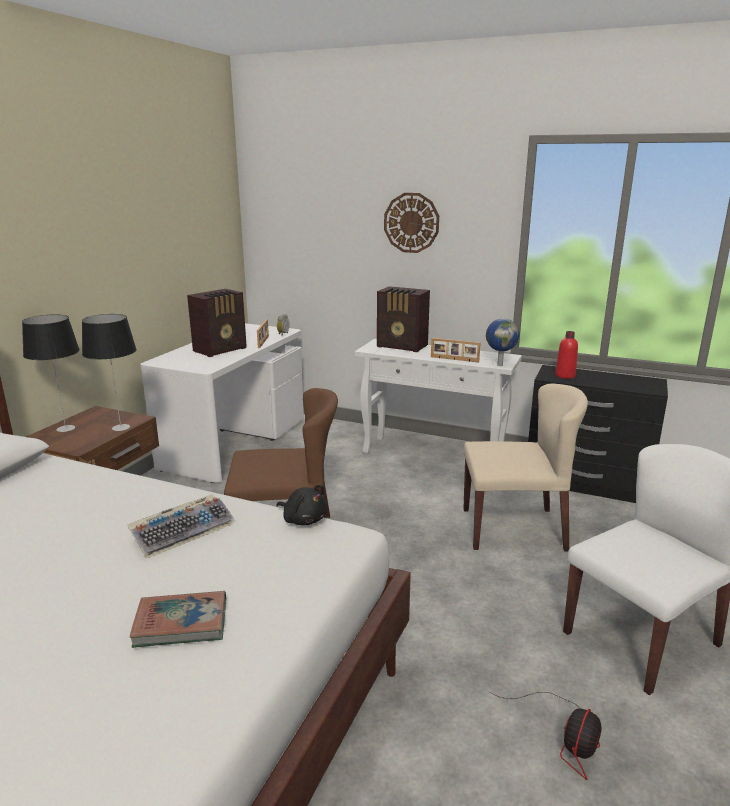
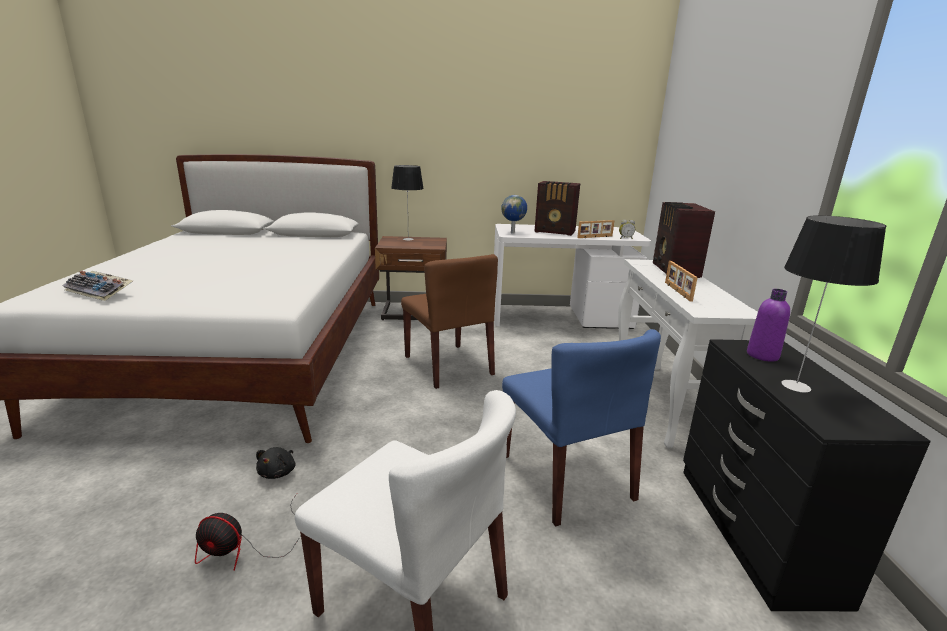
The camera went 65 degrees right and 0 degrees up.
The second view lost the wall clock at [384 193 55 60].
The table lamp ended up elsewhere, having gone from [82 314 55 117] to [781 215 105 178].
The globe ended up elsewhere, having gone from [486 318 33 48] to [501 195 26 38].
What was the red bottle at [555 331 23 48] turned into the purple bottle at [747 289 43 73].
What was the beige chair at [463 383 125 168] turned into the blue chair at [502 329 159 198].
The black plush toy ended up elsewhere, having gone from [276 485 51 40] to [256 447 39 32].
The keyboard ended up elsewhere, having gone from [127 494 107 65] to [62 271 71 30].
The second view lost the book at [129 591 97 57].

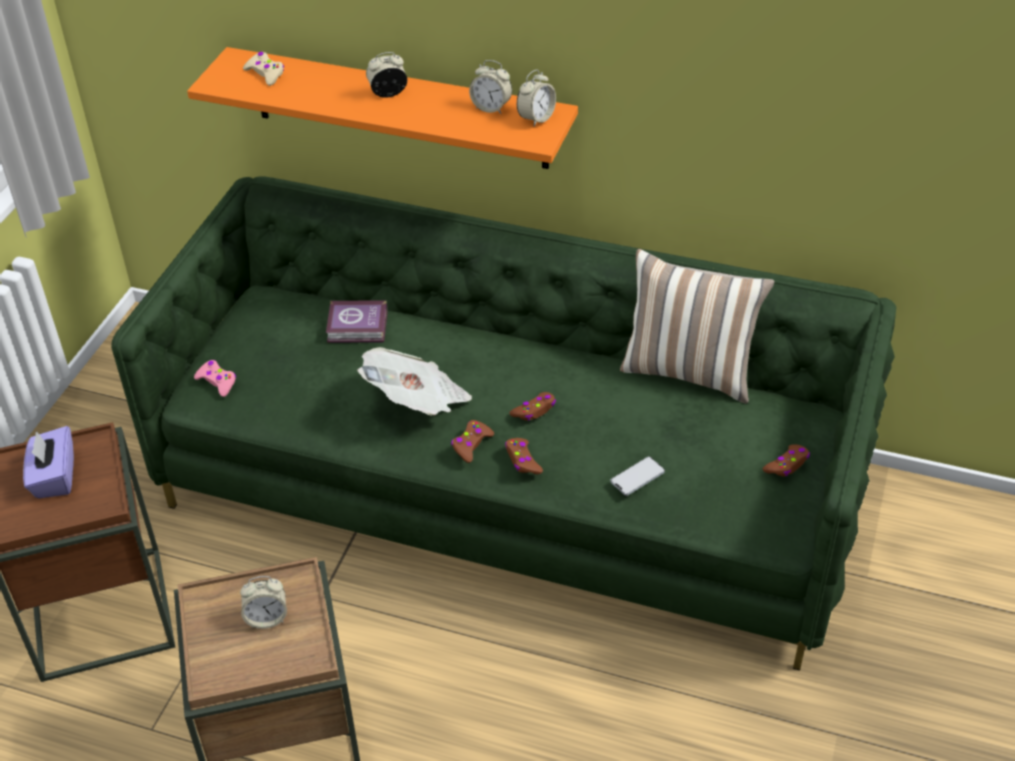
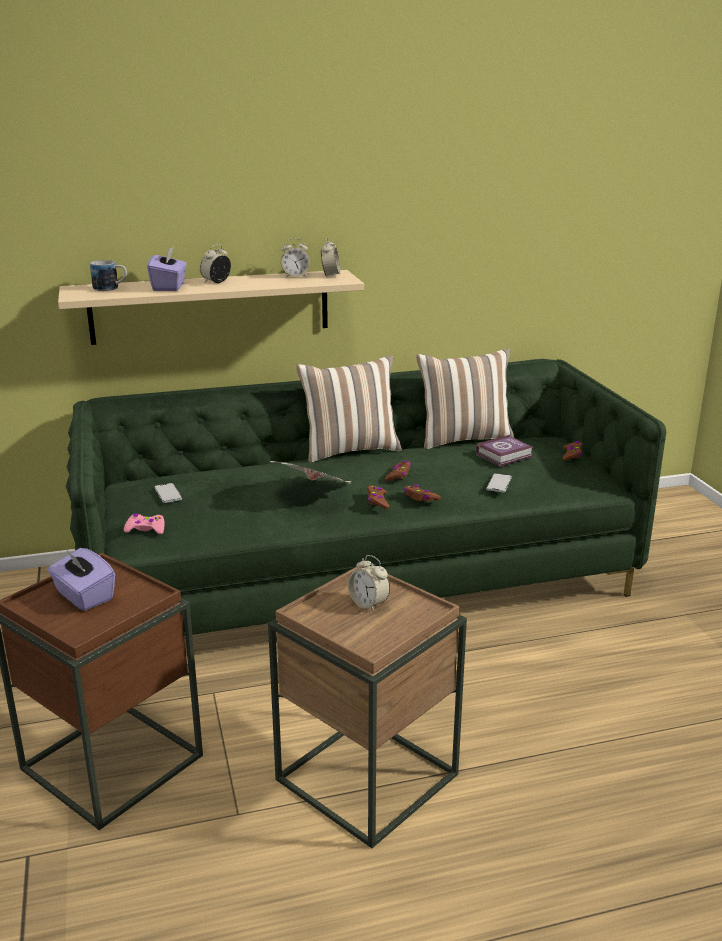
The camera went 35 degrees left and 20 degrees down.
What was the orange shelf at [187 47 391 122] turned into the beige shelf at [58 270 306 75].
Where the beige game controller stood at [243 52 41 34], the mug came to stand at [90 260 37 31].
The book ended up elsewhere, having gone from [326 300 62 43] to [476 435 57 32].
The alarm clock at [240 576 47 53] ended up facing another way, 90 degrees clockwise from before.
The second view gained the purple tissue box at [147 246 40 45].
The second view gained the pillow at [296 355 106 107].
The second view gained the phone at [154 483 28 20].

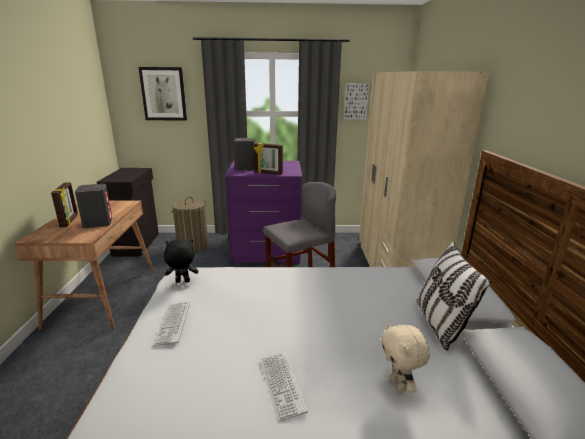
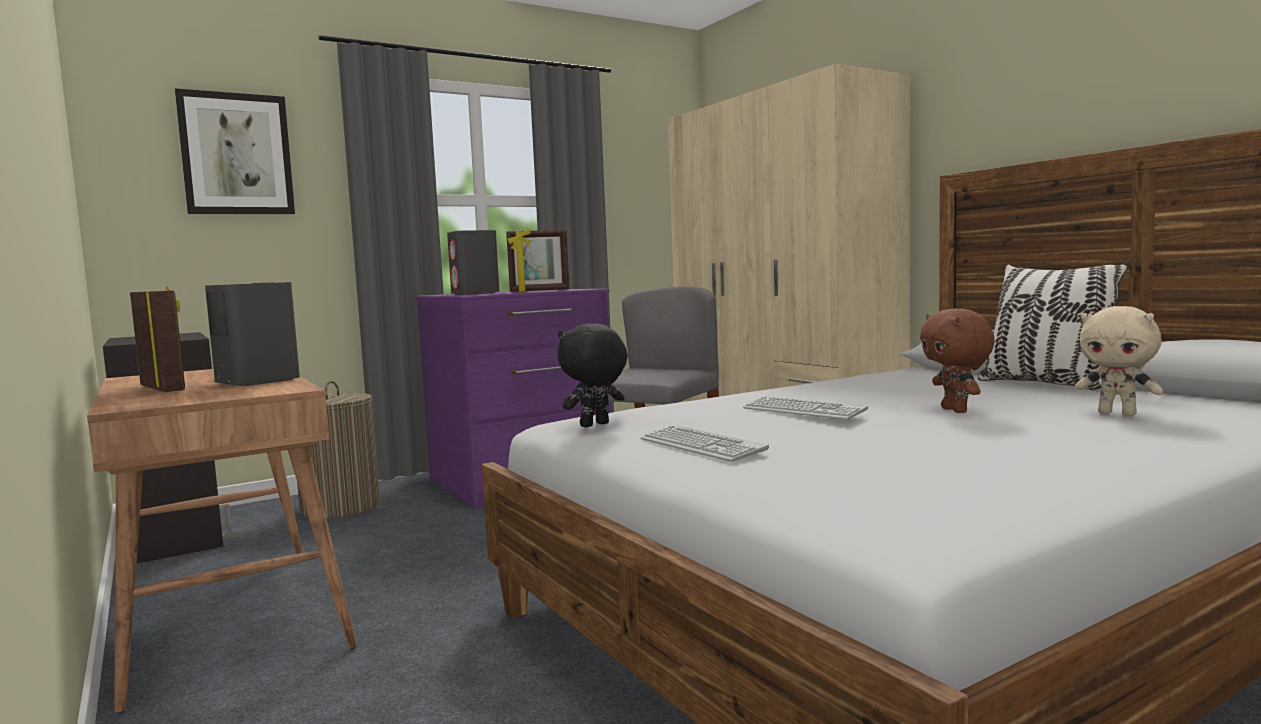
The camera went 30 degrees left and 15 degrees down.
The second view lost the picture at [344 83 25 36].
The keyboard ended up elsewhere, having gone from [260 352 48 70] to [743 396 125 24].
The second view gained the brown plush toy at [920 308 75 105].

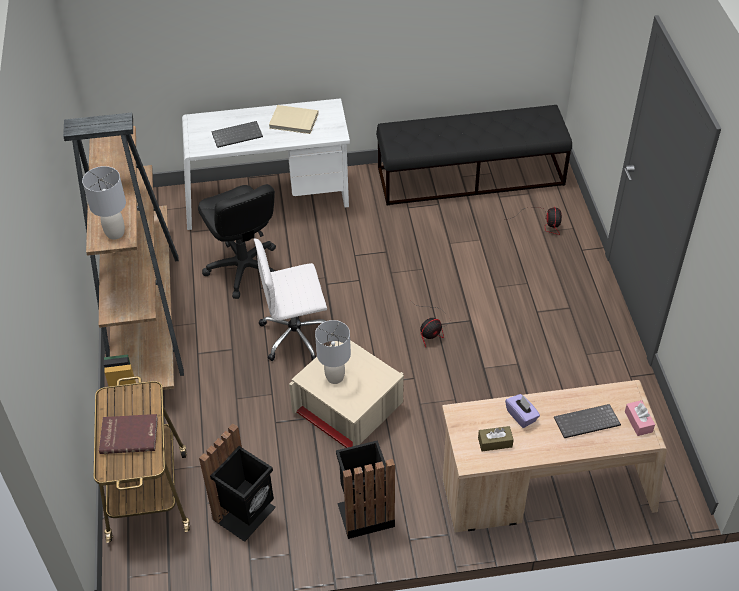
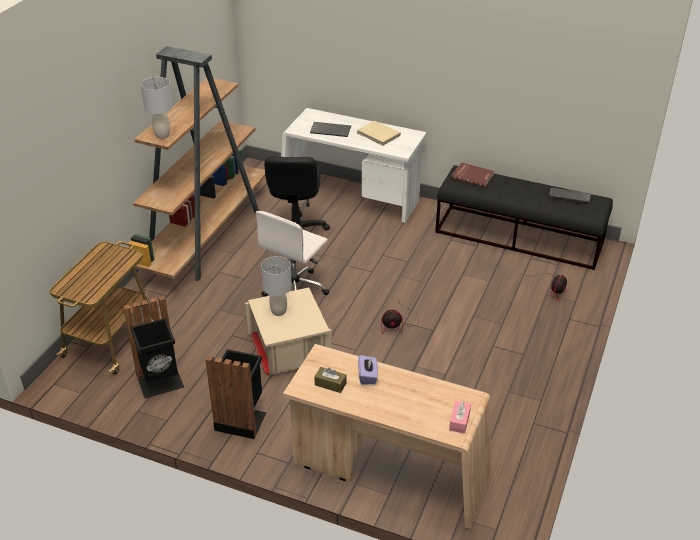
The camera went 30 degrees right and 10 degrees down.
The white office chair at [254 239 73 122] ended up facing another way, 75 degrees counterclockwise from before.
The keyboard ended up elsewhere, having gone from [554 404 67 34] to [549 187 42 16].
The red book ended up elsewhere, having gone from [99 414 59 40] to [451 163 43 24].

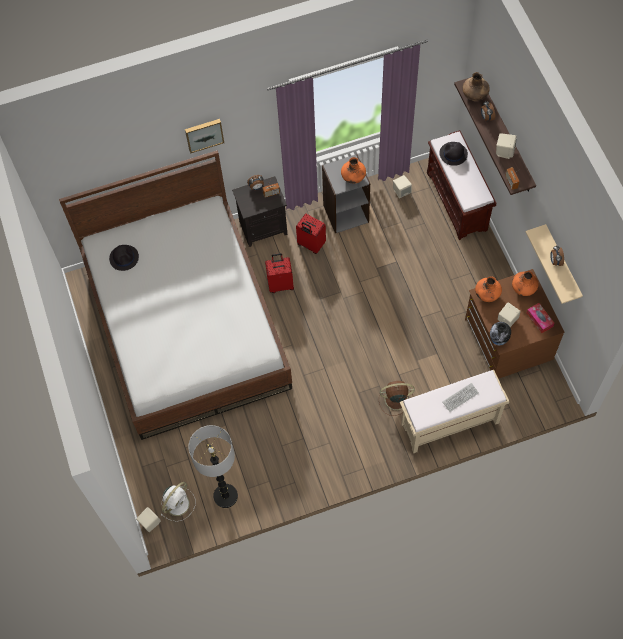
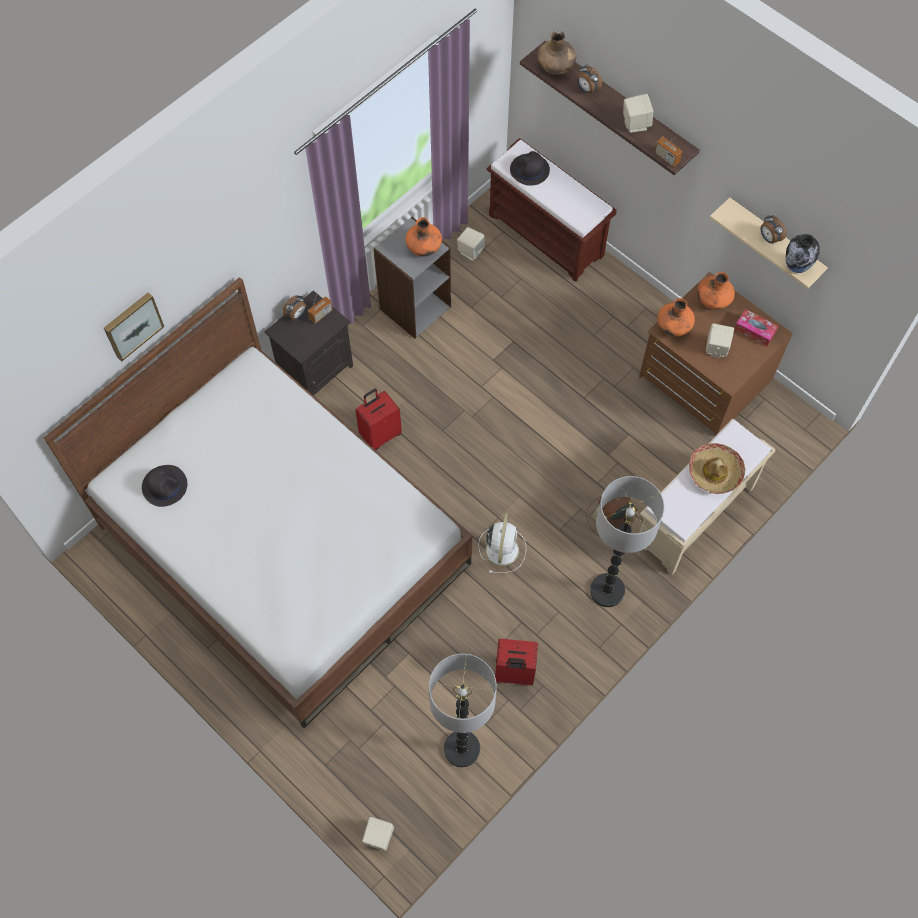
The camera went 30 degrees left and 0 degrees up.
The picture ended up elsewhere, having gone from [185 119 39 35] to [104 292 60 70].
The red suitcase ended up elsewhere, having gone from [296 213 30 41] to [495 639 43 47].
The vase ended up elsewhere, having gone from [490 322 21 24] to [785 234 35 39].
Where the keyboard stood at [442 383 37 29], the hat came to stand at [689 443 56 51].
The white fan ended up elsewhere, having gone from [160 482 36 40] to [478 513 48 60].
The second view gained the floor lamp at [590 476 75 131].

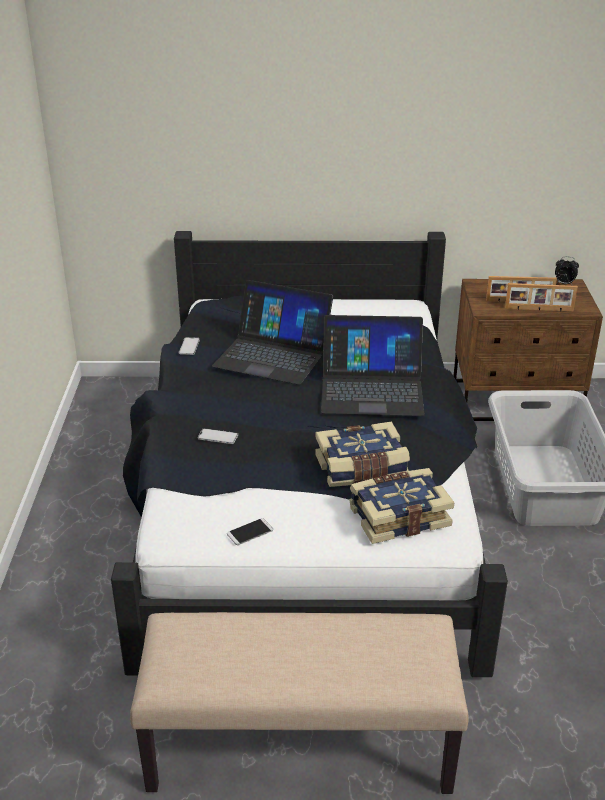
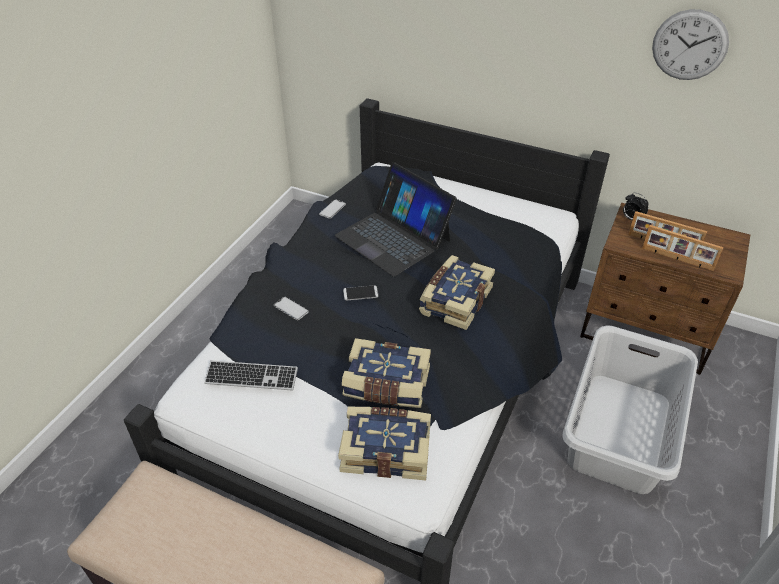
The camera went 25 degrees right and 10 degrees up.
The alarm clock ended up elsewhere, having gone from [555 256 24 28] to [623 192 25 28].
Where the laptop stood at [321 315 104 101], the book came to stand at [419 255 76 75].
The phone ended up elsewhere, having gone from [227 518 46 27] to [343 285 35 16].
The second view gained the wall clock at [652 9 77 71].
The second view gained the keyboard at [204 360 94 31].

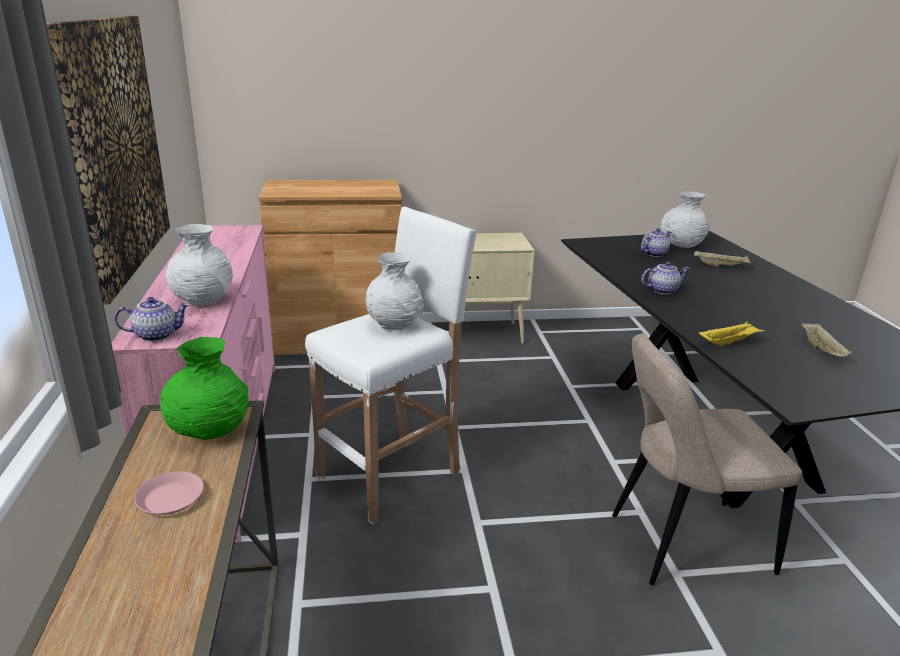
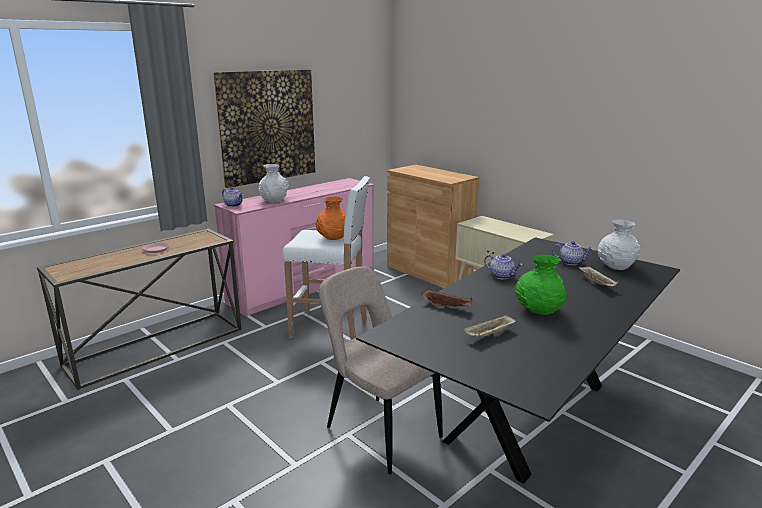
The camera went 55 degrees right and 5 degrees down.
What was the white vase at [365 252 59 78] turned into the orange vase at [316 197 29 43].
What was the yellow tray at [699 321 67 26] turned into the brown tray at [421 289 52 18].
The green vase ended up elsewhere, having gone from [160 337 89 103] to [515 254 52 61].

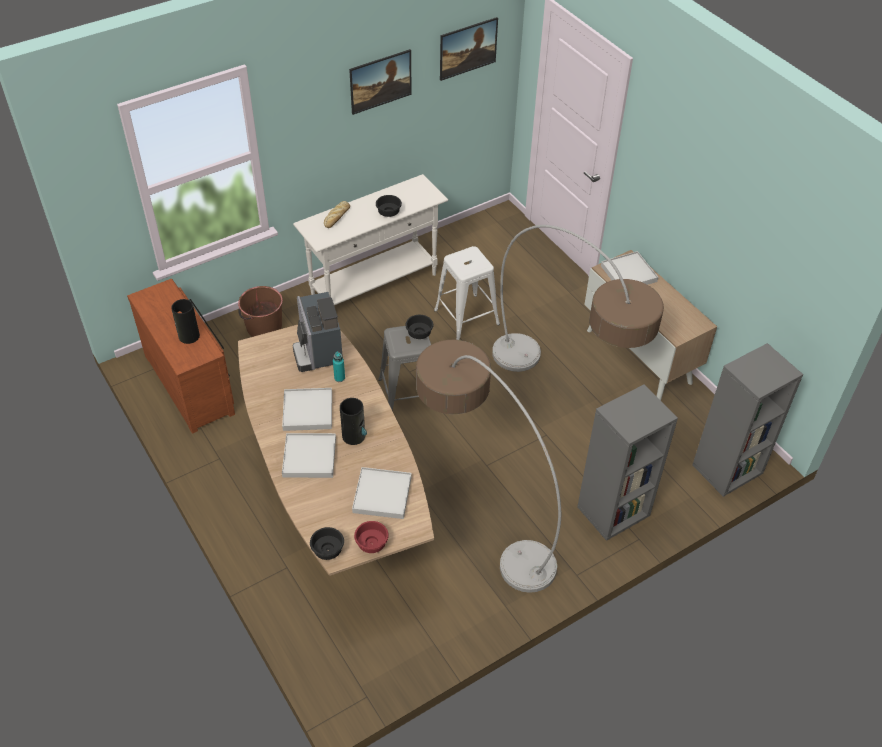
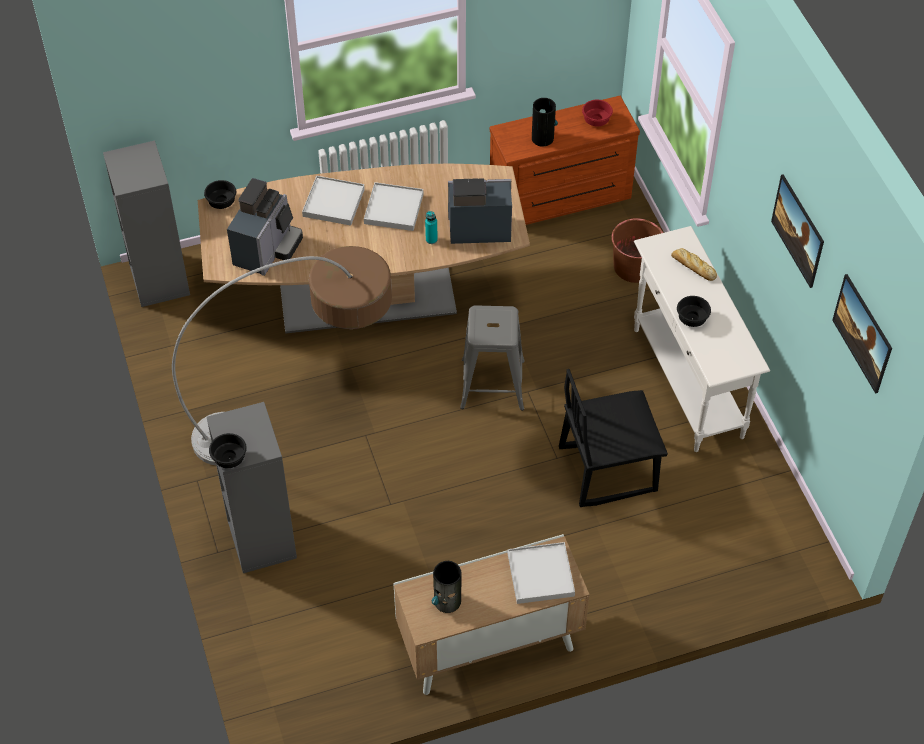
The camera went 105 degrees right and 5 degrees up.
The second view lost the floor lamp at [492 225 172 147].
Where the white stool stood at [434 246 66 94], the black chair came to stand at [559 369 109 138].
The black bowl ended up elsewhere, having gone from [405 315 28 24] to [209 433 38 35].
The grey bookcase ended up elsewhere, having gone from [692 343 111 154] to [103 141 87 166].
The vase ended up elsewhere, having gone from [340 398 27 47] to [432 561 29 52].
Where the white tray stood at [352 467 59 52], the coffee machine came to stand at [227 178 76 98].
The red bowl ended up elsewhere, having gone from [354 521 35 32] to [582 100 31 26].

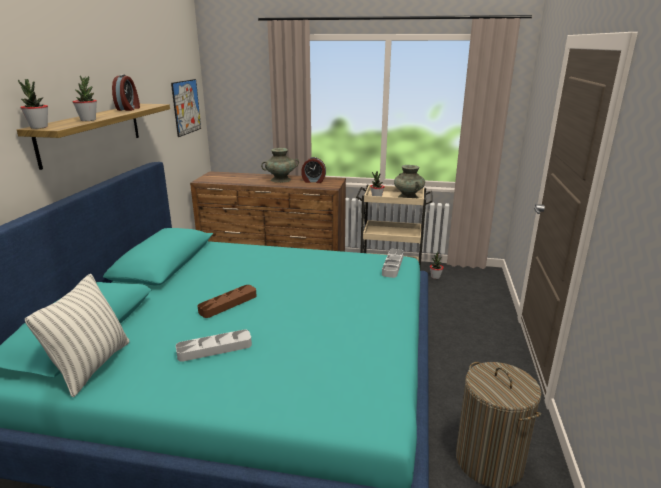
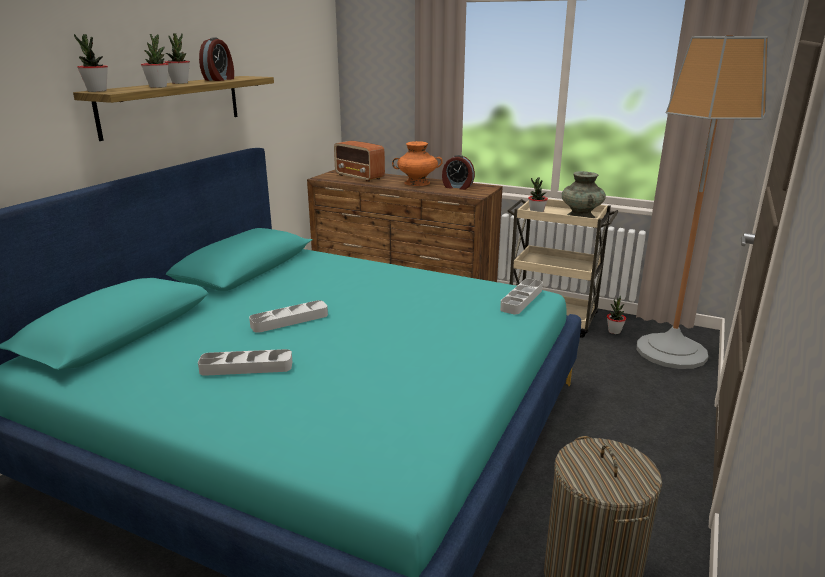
The camera went 15 degrees right and 0 degrees up.
The second view lost the picture at [171 79 30 58].
What was the turquoise vase at [261 148 38 35] turned into the orange vase at [392 141 51 45].
The second view lost the pillow at [25 274 105 123].
What was the brown tray at [197 285 60 33] turned into the grey tray at [249 300 79 33].
The second view gained the potted plant at [164 33 26 51].
The second view gained the floor lamp at [637 35 131 334].
The second view gained the radio at [334 141 51 41].

